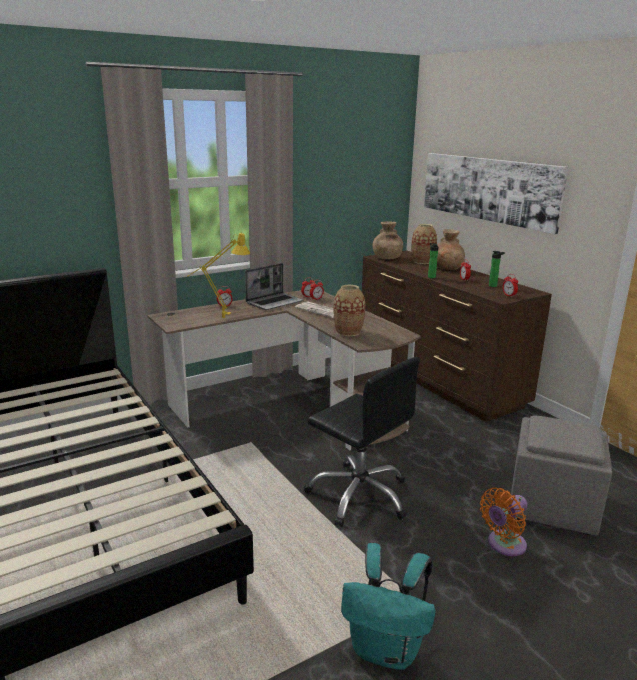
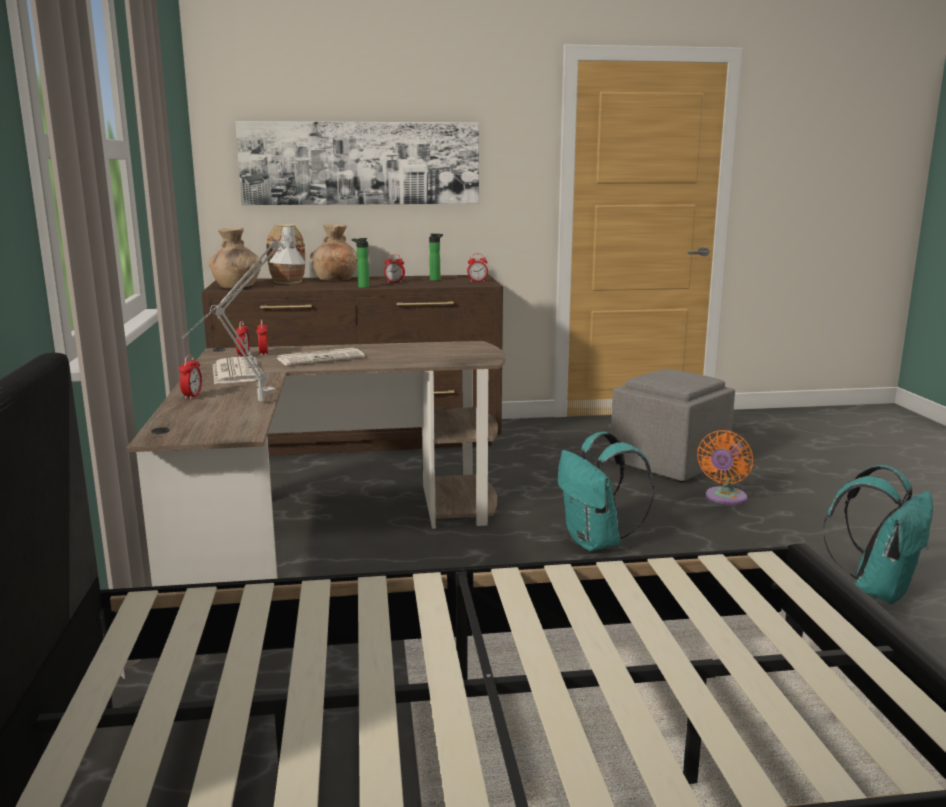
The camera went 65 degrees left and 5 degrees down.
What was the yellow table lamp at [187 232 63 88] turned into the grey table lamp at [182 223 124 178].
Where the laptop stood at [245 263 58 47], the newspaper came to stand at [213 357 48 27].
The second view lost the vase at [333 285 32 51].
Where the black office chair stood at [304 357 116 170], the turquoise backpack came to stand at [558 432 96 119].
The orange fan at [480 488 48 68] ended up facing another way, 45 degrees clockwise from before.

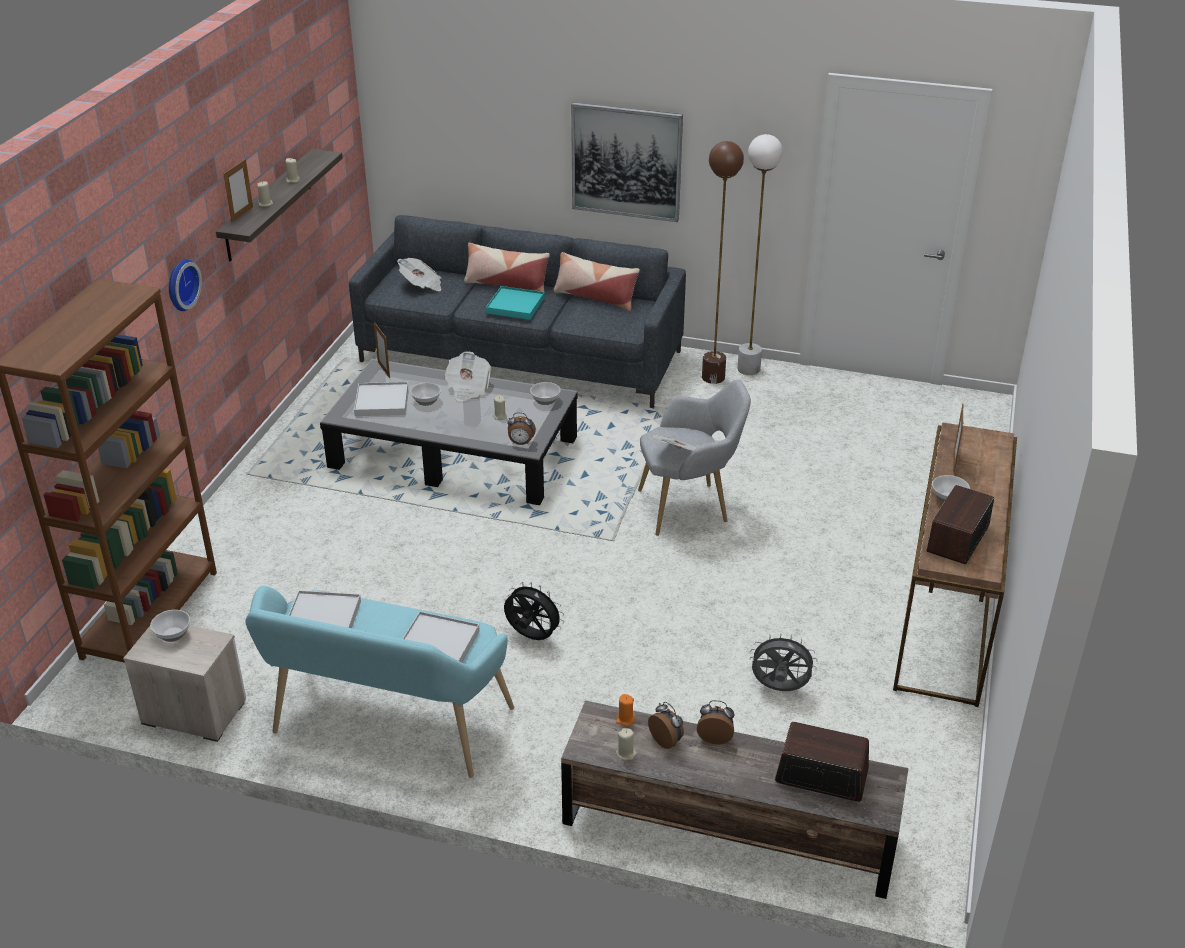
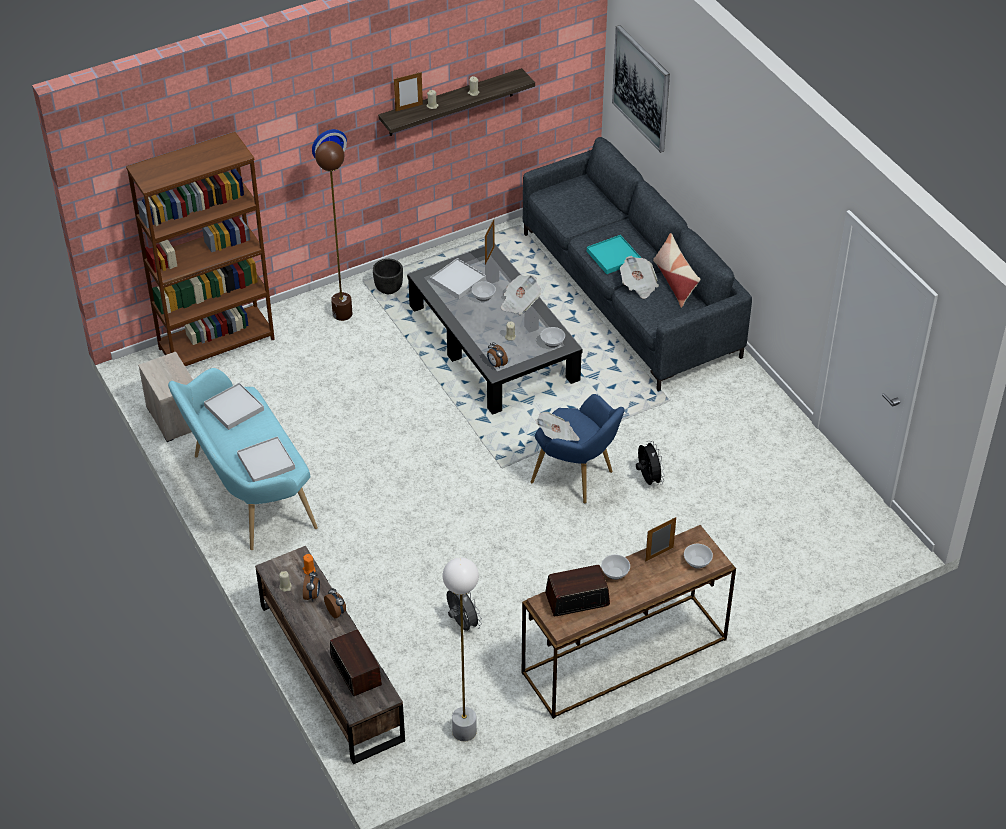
The camera went 45 degrees right and 10 degrees up.
The picture ended up elsewhere, having gone from [571 102 112 120] to [612 25 58 128].
The white floor lamp ended up elsewhere, having gone from [737 134 46 241] to [442 557 37 184].
The brown floor lamp ended up elsewhere, having gone from [702 141 42 243] to [315 141 38 180].
The second view lost the pillow at [464 243 86 49].
The newspaper ended up elsewhere, having gone from [397 258 44 33] to [620 256 39 43].
What was the grey armchair at [638 379 113 157] turned into the blue armchair at [531 394 94 110].
The black fan ended up elsewhere, having gone from [504 582 60 58] to [636 441 29 44].
The bowl ended up elsewhere, having gone from [150 610 40 32] to [684 544 29 25].
The second view gained the black planter at [373 259 30 35].

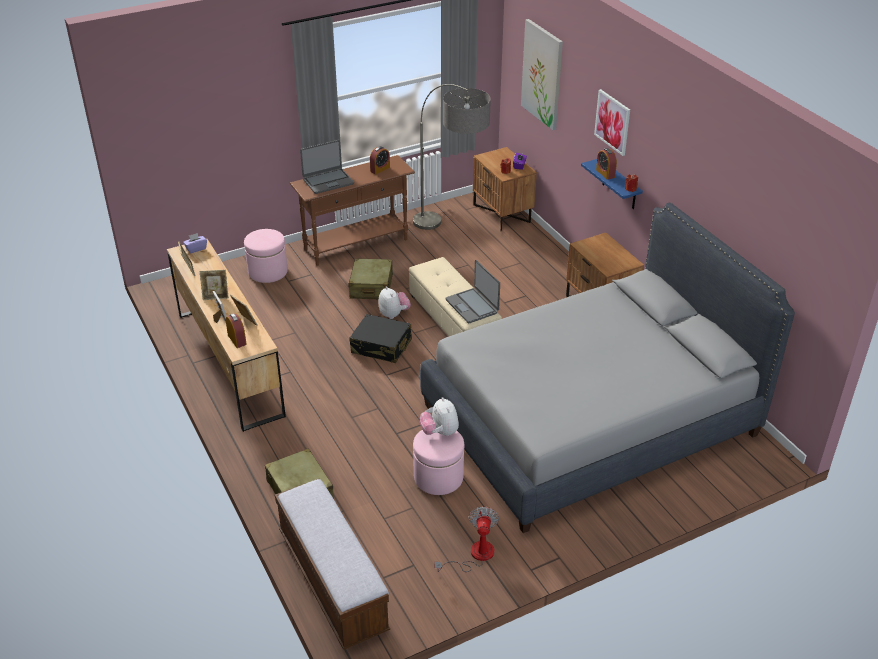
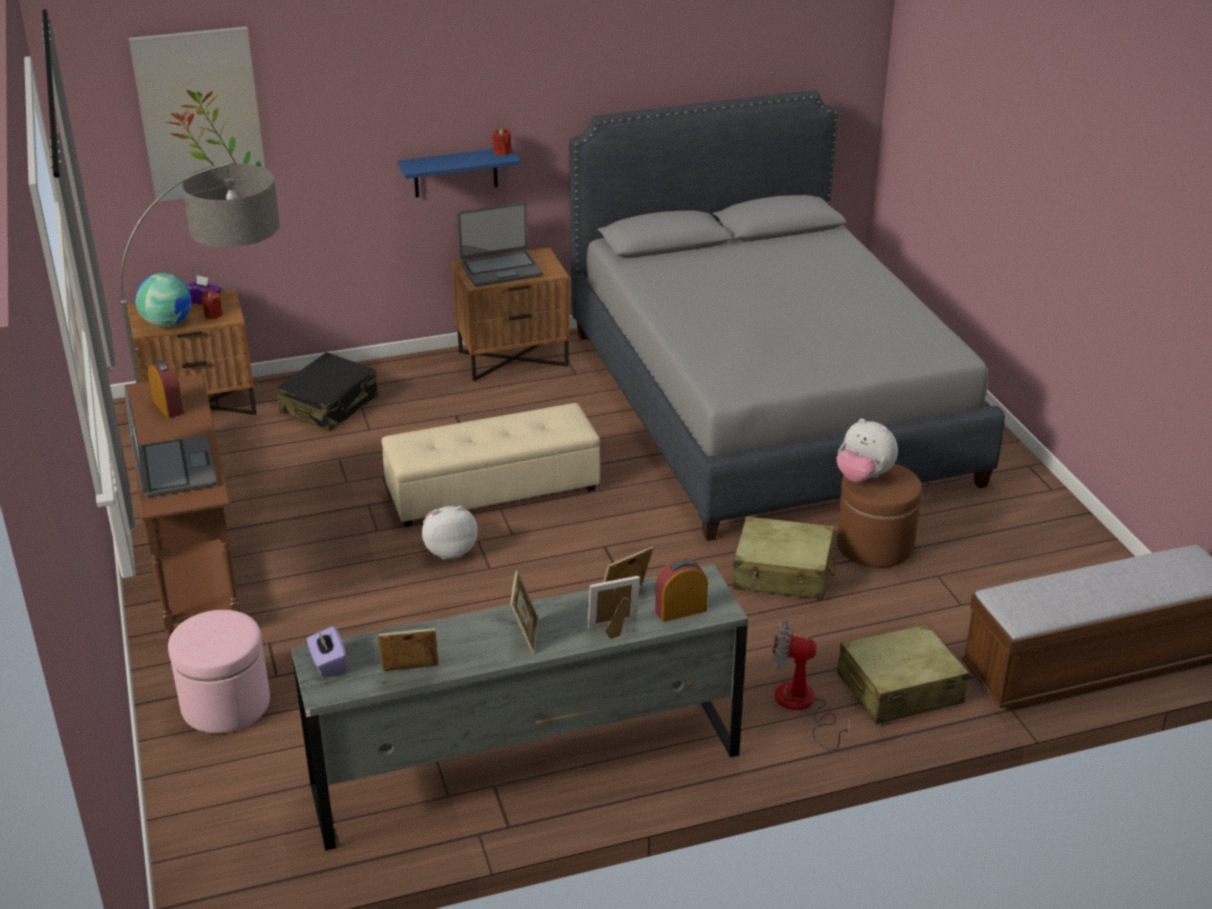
The camera went 80 degrees left and 5 degrees down.
The second view lost the picture at [594 89 36 67].
The second view lost the alarm clock at [596 148 21 32].
What was the brown dresser at [167 239 119 193] turned into the grey dresser at [291 564 457 287].
The beige suitcase ended up elsewhere, having gone from [349 258 44 41] to [733 516 103 84].
The laptop ended up elsewhere, having gone from [445 260 55 63] to [458 202 85 85].
The black suitcase ended up elsewhere, having gone from [349 314 63 49] to [276 352 103 80].
The plush toy at [420 397 39 39] ended up facing another way, 45 degrees clockwise from before.
What was the pink ottoman at [413 430 51 65] turned into the brown ottoman at [836 464 86 104].
The fan ended up elsewhere, having gone from [435 506 64 66] to [772 621 78 130].
The second view gained the globe at [135 273 56 54].

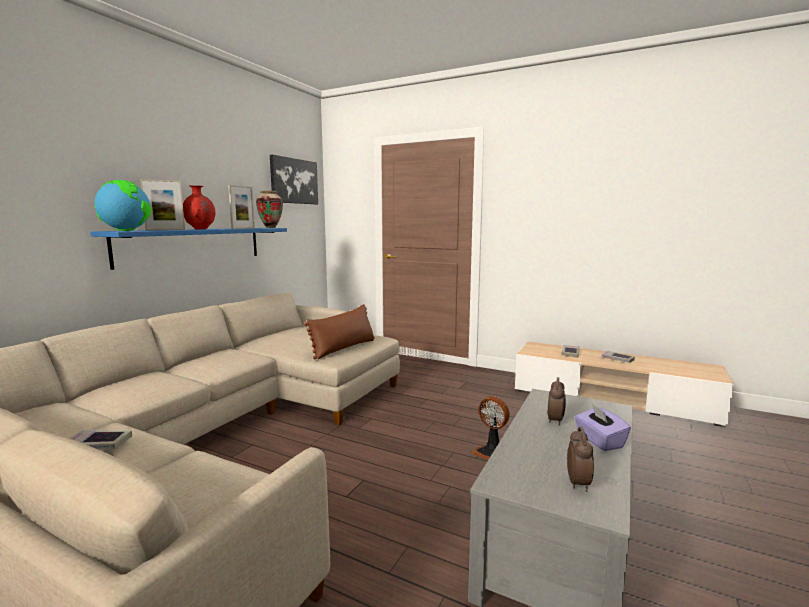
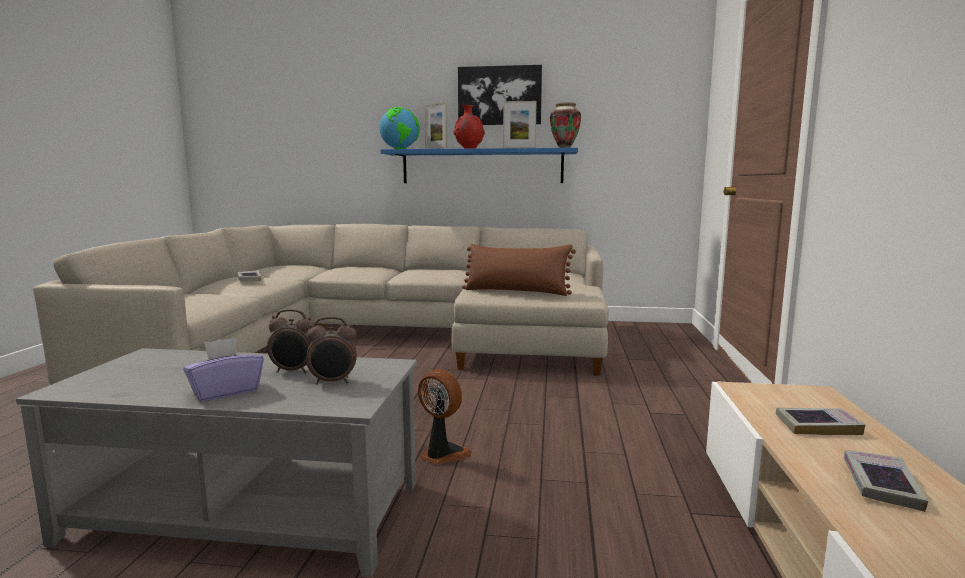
The camera went 70 degrees right and 0 degrees up.
The picture ended up elsewhere, having gone from [270 155 48 49] to [458 65 84 60].
The fan at [472 396 38 64] ended up facing another way, 105 degrees clockwise from before.
The alarm clock ended up elsewhere, having gone from [567 427 27 65] to [306 317 51 68].

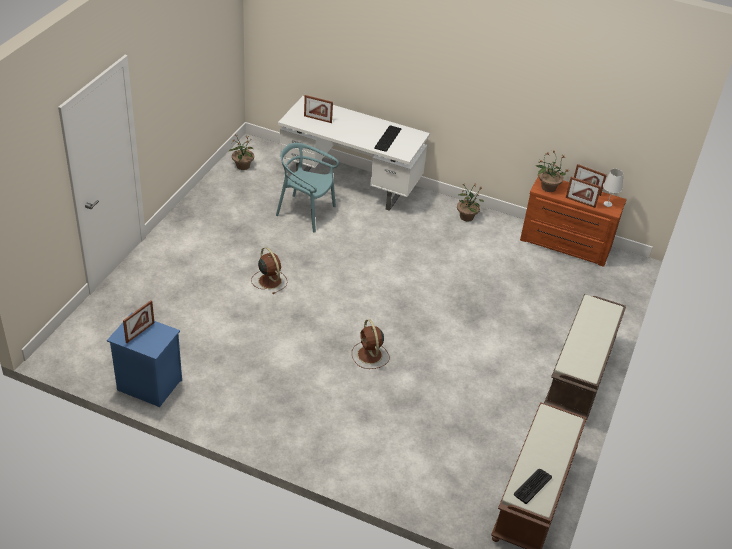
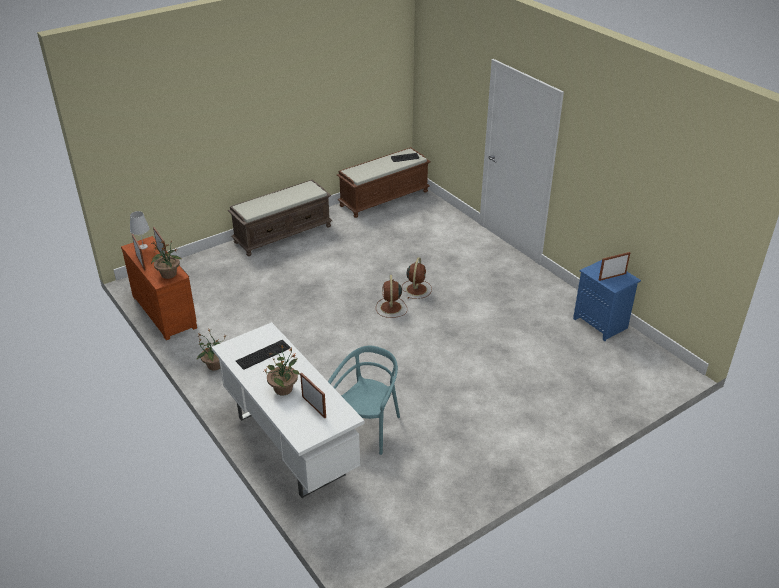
The camera went 145 degrees left and 5 degrees down.
The potted plant ended up elsewhere, having gone from [228 134 26 36] to [264 345 36 50].
The turquoise chair at [276 143 63 89] ended up facing another way, 120 degrees counterclockwise from before.
The brown fan ended up elsewhere, having gone from [251 247 36 47] to [376 275 31 43].

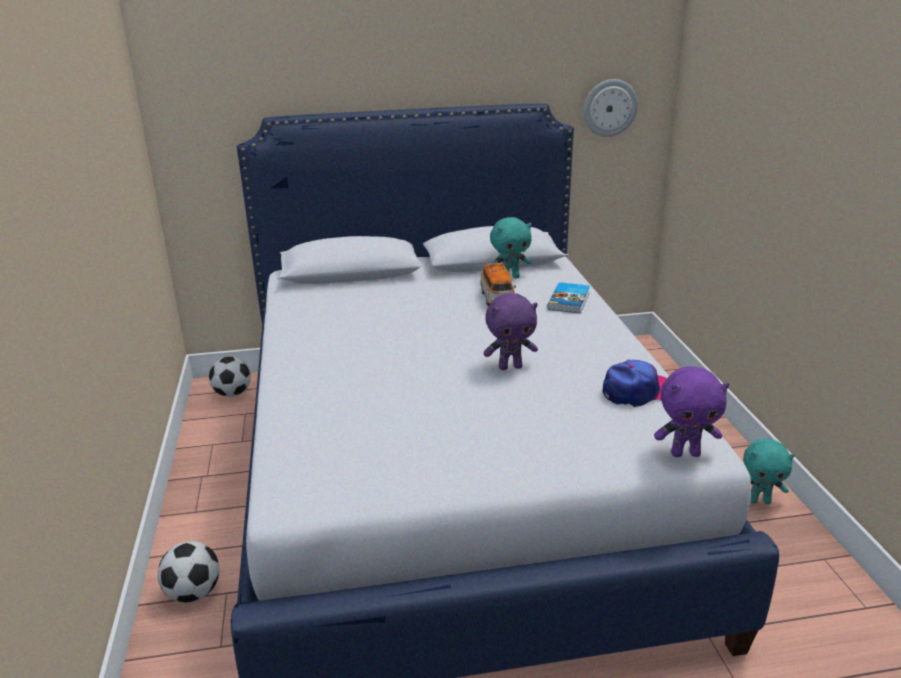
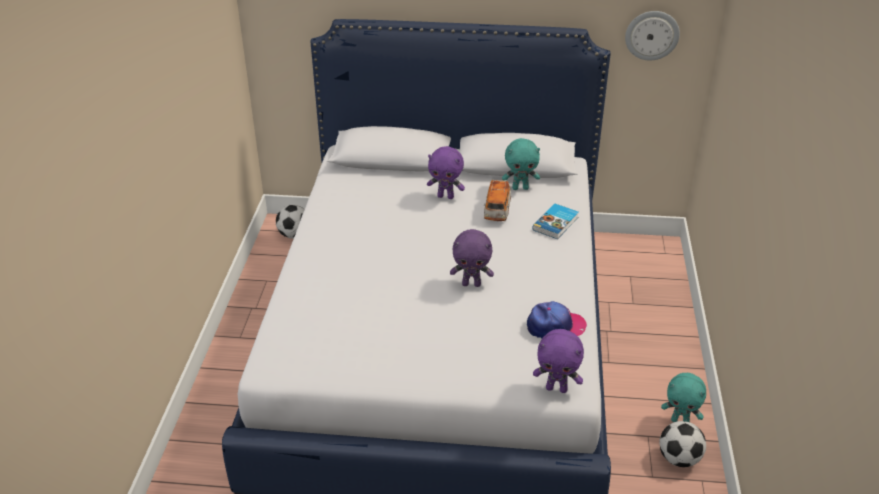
The camera went 15 degrees right and 10 degrees up.
The football ended up elsewhere, having gone from [157 541 63 61] to [659 421 47 46].
The second view gained the purple plush toy at [427 146 38 53].

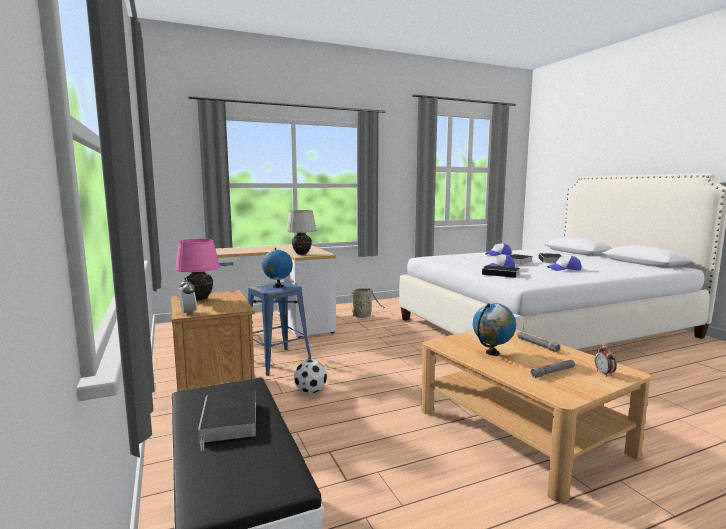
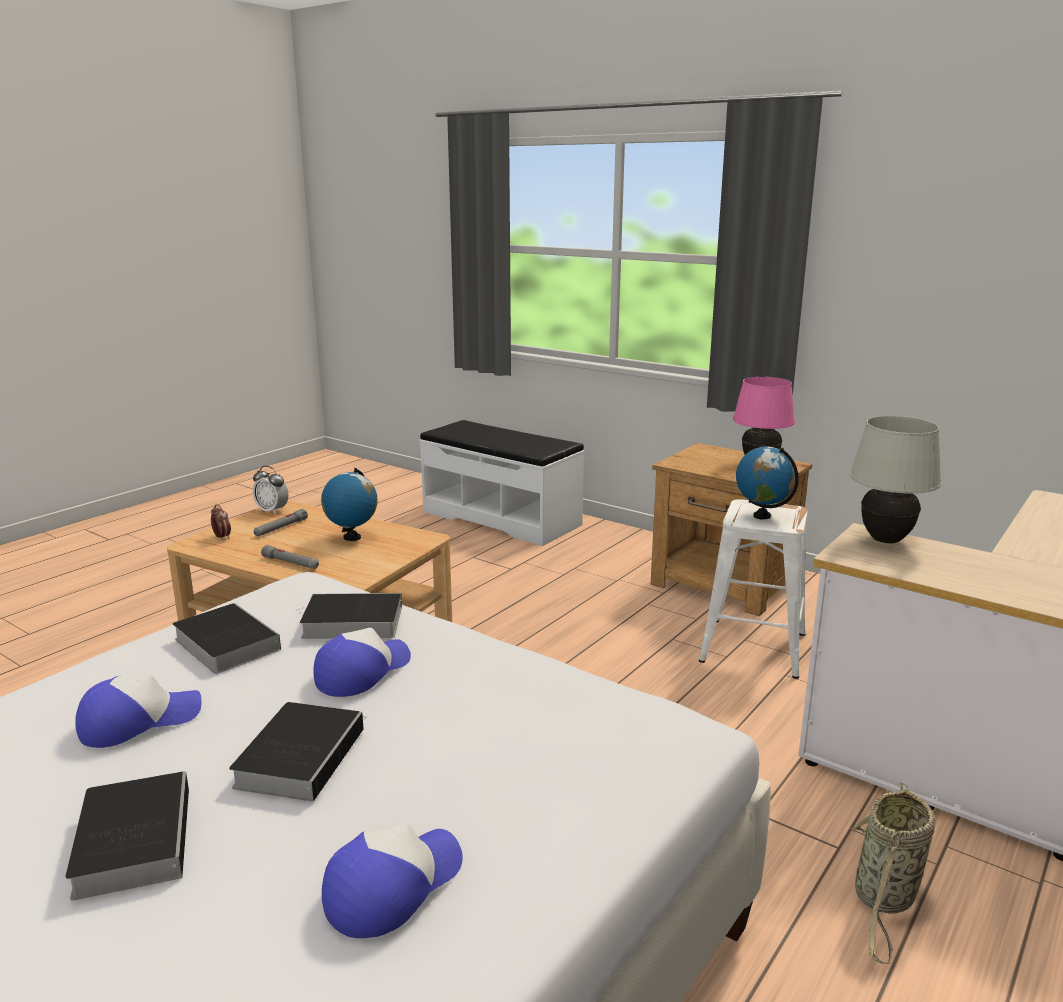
The camera went 150 degrees right and 10 degrees up.
The alarm clock ended up elsewhere, having gone from [178 277 19 38] to [253 466 36 49].
What was the blue stool at [248 282 64 94] turned into the white stool at [699 499 109 180].
The second view lost the football at [294 360 33 34].
The book ended up elsewhere, having gone from [198 391 58 60] to [172 603 109 71].

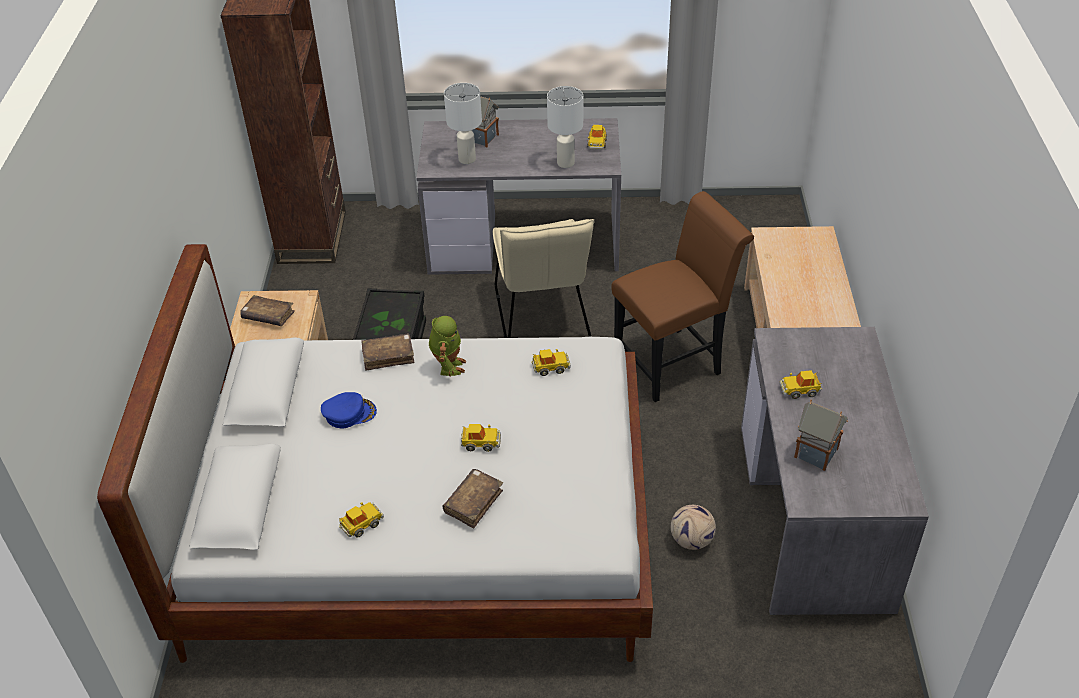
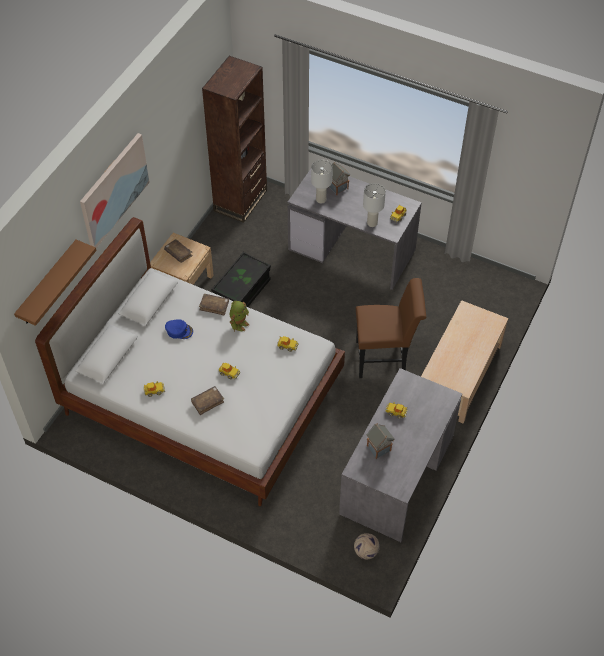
The camera went 25 degrees right and 10 degrees up.
The second view lost the beige chair at [493 219 101 119].
The football ended up elsewhere, having gone from [671 505 45 45] to [354 533 26 26].
The second view gained the picture at [80 133 70 115].
The second view gained the brown shelf at [14 240 82 86].

